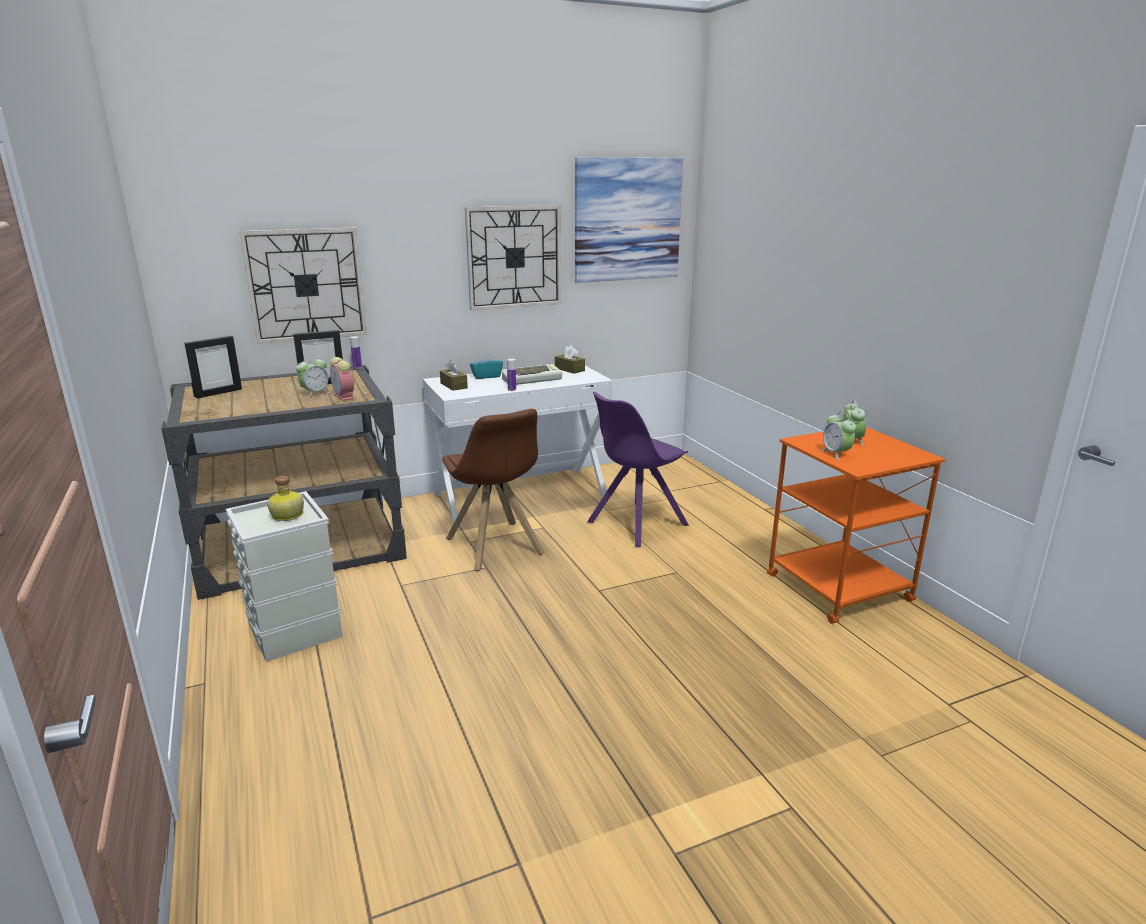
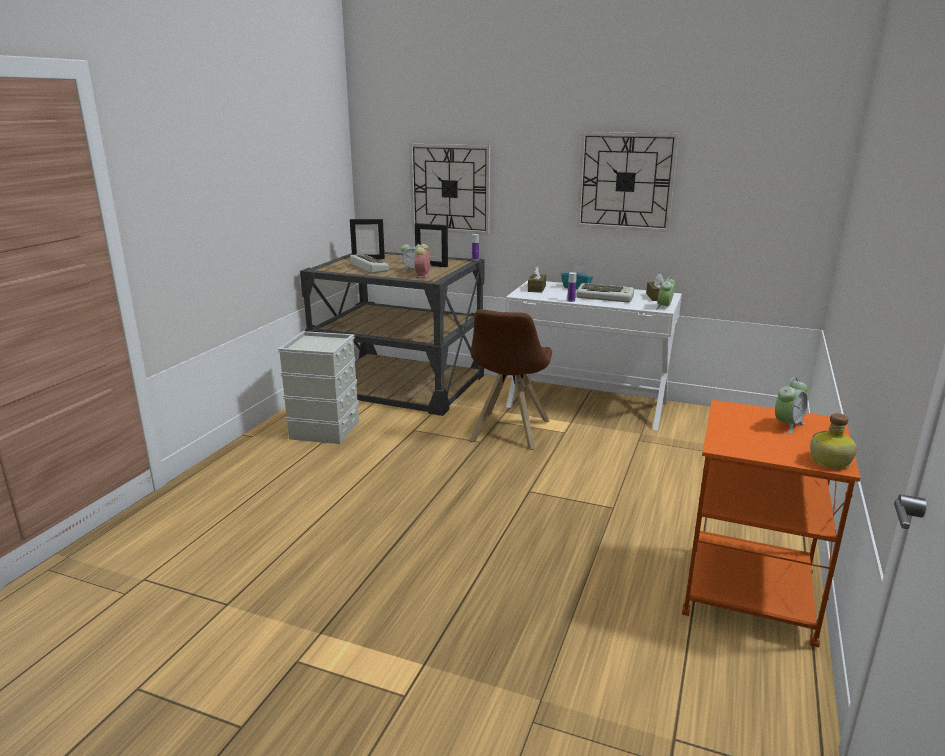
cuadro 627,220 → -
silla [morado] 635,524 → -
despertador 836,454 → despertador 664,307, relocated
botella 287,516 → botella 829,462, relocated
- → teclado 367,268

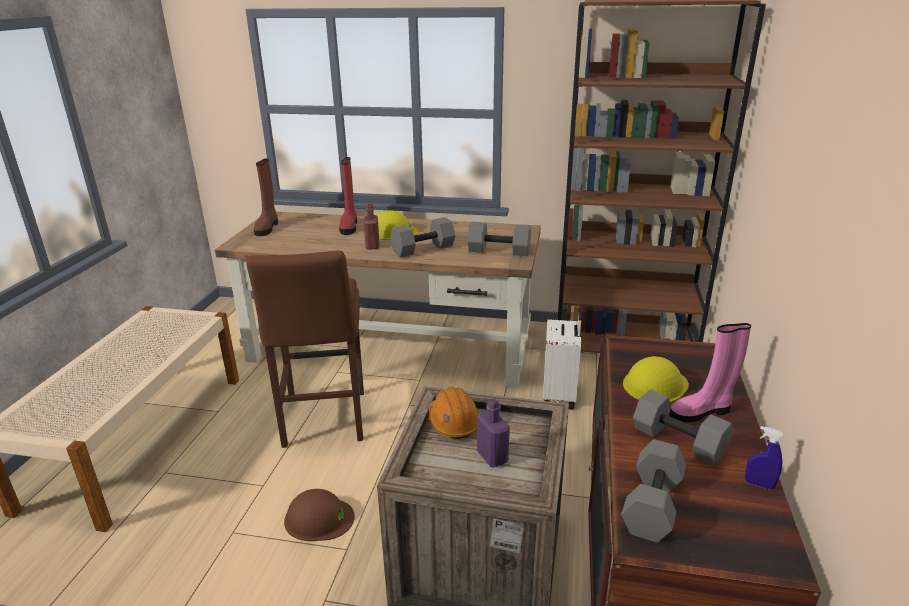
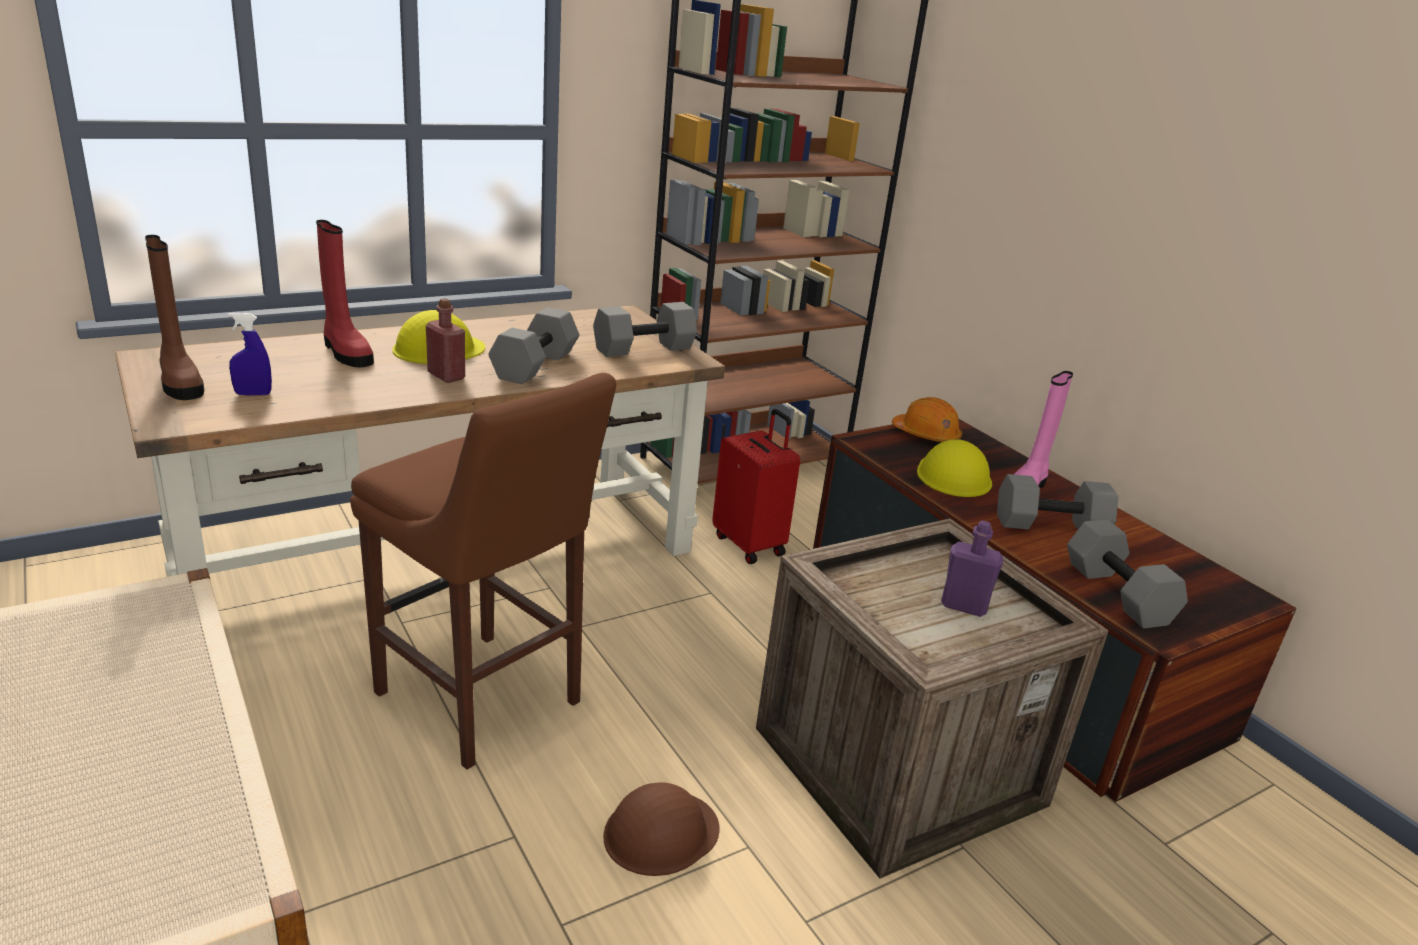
maleta [blanco] 560,396 → maleta [rojo] 750,544
casco [naranja] 454,422 → casco [naranja] 926,435, relocated
pulverizador [azul] 759,484 → pulverizador [azul] 253,394, relocated

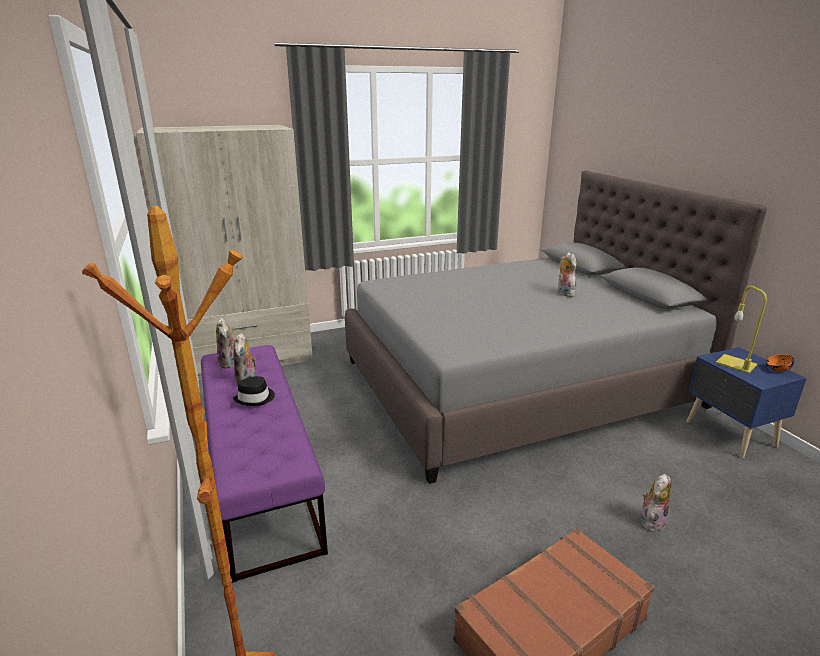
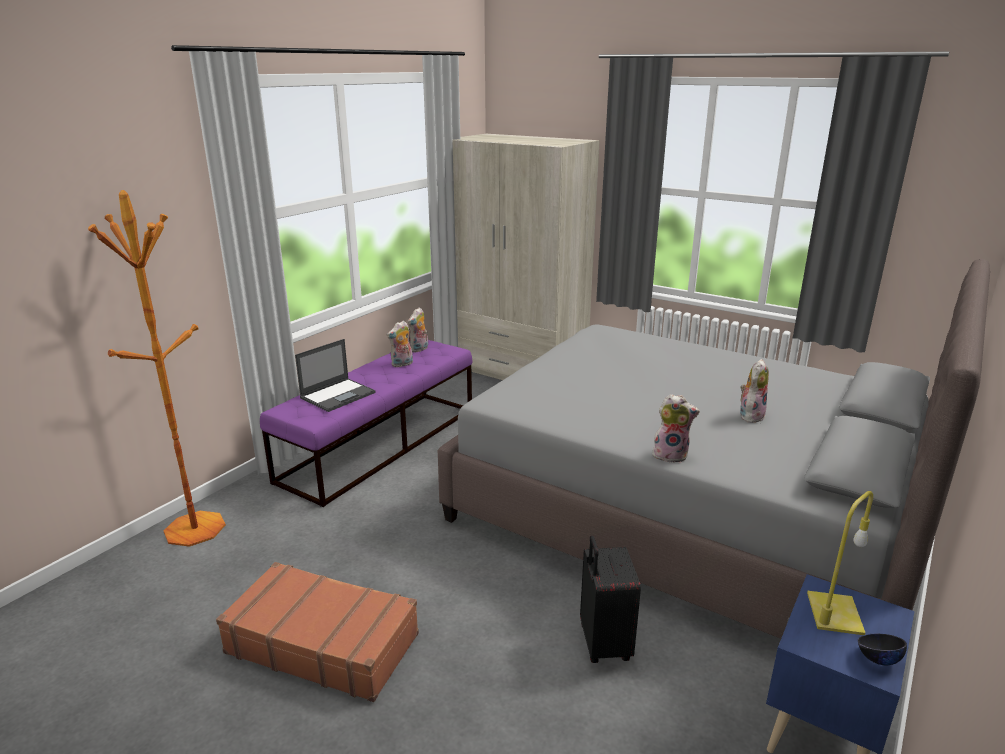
cuenco [naranja] 777,370 → cuenco [negro] 877,659
sombrero [negro] 255,398 → -
peluche 651,521 → peluche 671,455, relocated
- → portátil 338,395
- → maleta [negro] 603,644

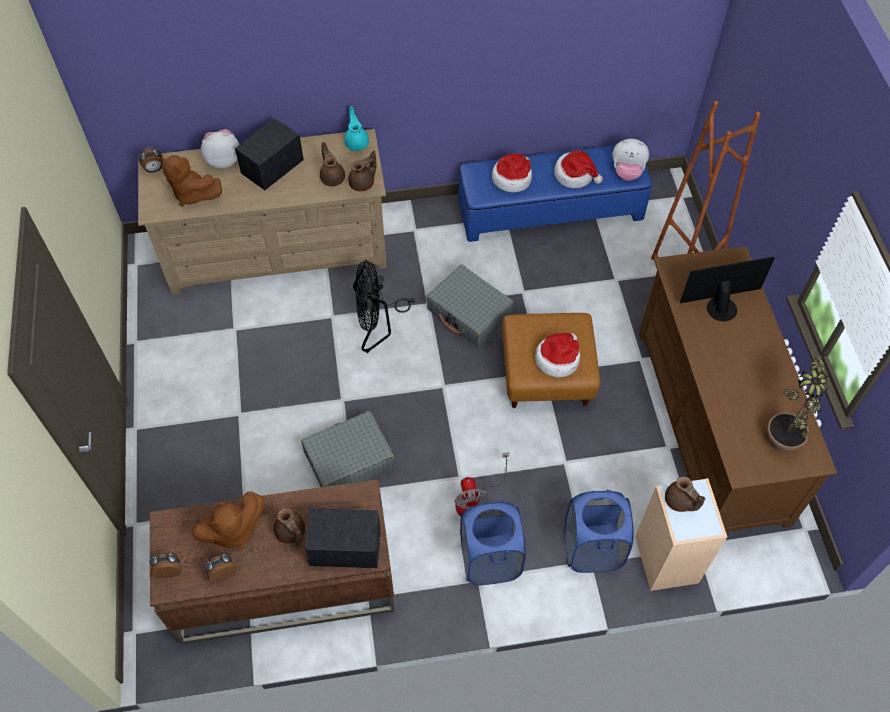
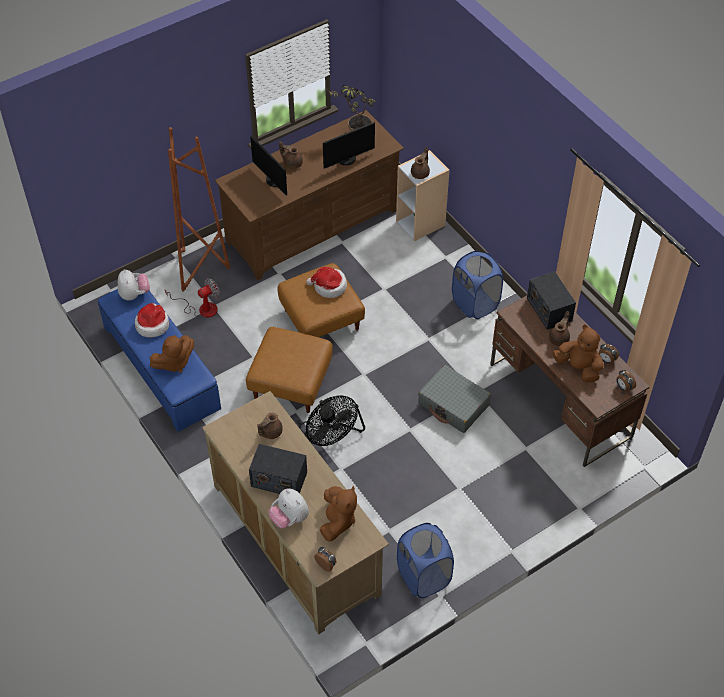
tetera [turquesa] 357,143 → -
tetera [marrón] 363,183 → tetera [marrón] 292,163, relocated
sombrero 512,178 → peluche [marrón] 174,363
maleta [gris] 469,313 → puf [marrón] 290,382
ventilador 475,499 → ventilador 201,308, relocated
cesto de la ropa [azul] 592,549 → cesto de la ropa [azul] 423,576, relocated
- → monitor 347,159

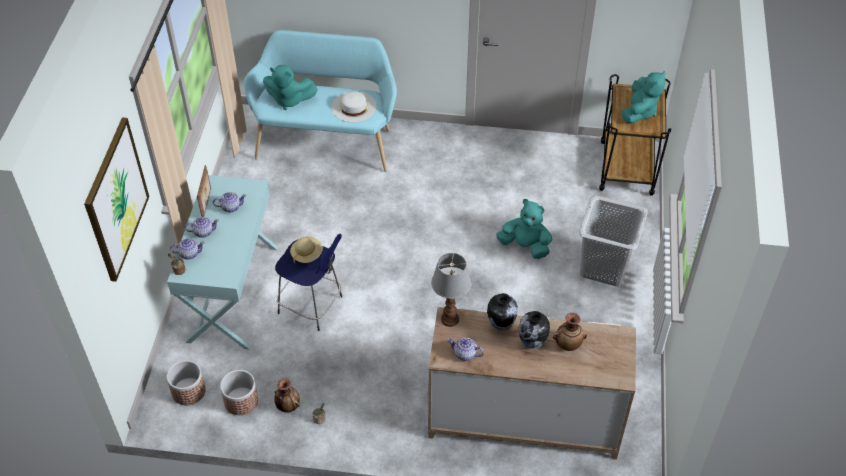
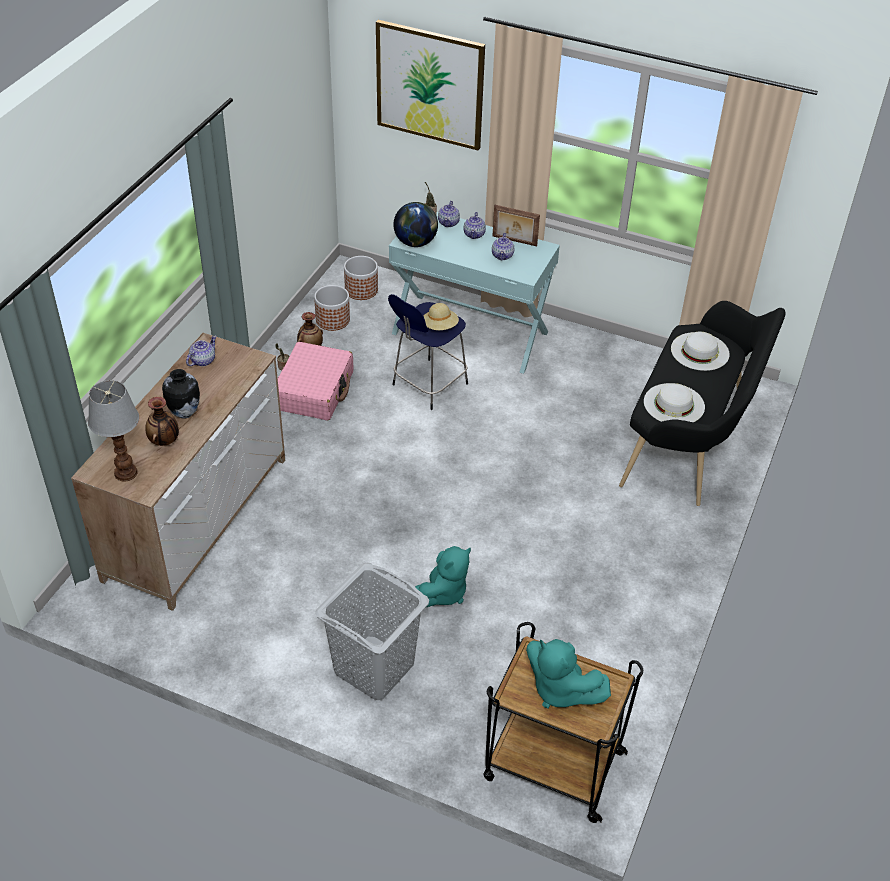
banco [turquesa] 326,140 → banco [negro] 691,443
peluche [turquesa] 289,100 → sombrero [blanco] 700,351
lámpara de mesa 450,319 → lámpara de mesa 126,473, relocated
florero 501,325 → -
- → globo terráqueo 416,242
- → maleta [rosa] 314,391

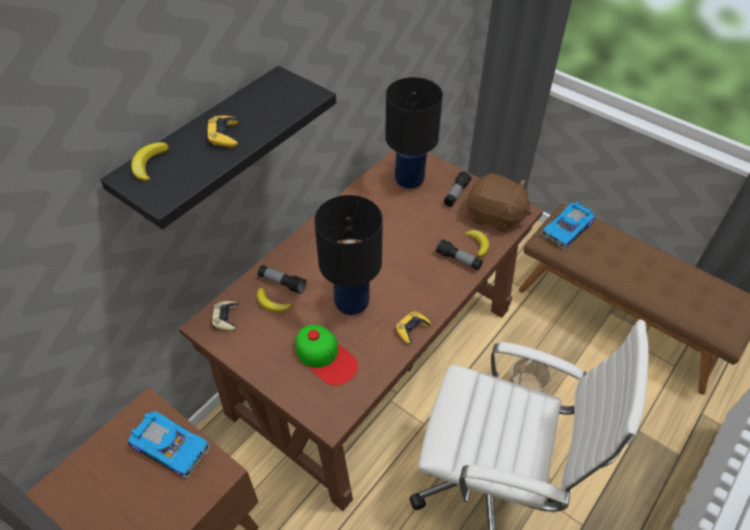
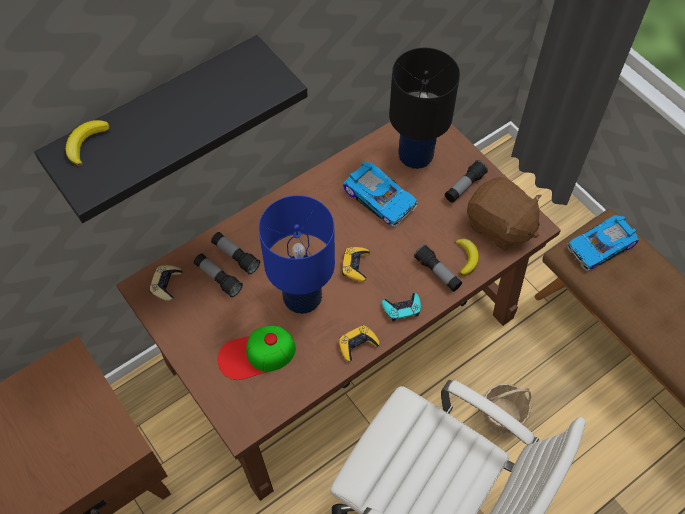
mando de consola [amarillo] 224,135 → mando de consola [amarillo] 355,265, relocated
lámpara de mesa [negro] 352,304 → lámpara de mesa [azul] 302,300
plátano 272,303 → linterna 218,278
gorra 325,357 → gorra 256,354, 105 degrees clockwise
coche de juguete 171,445 → coche de juguete 380,197, relocated
- → mando de consola [turquesa] 402,308

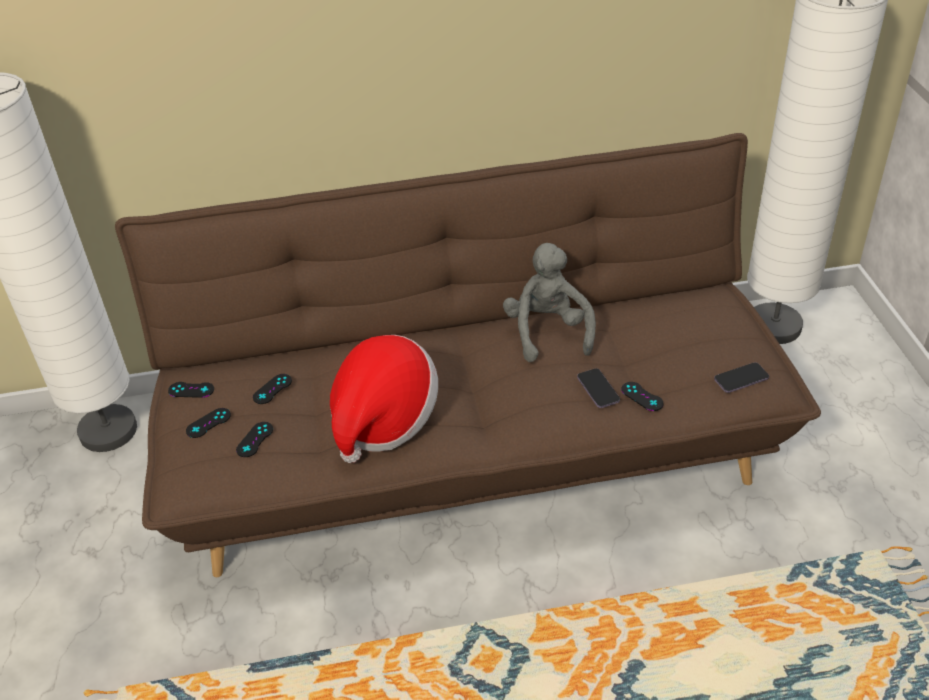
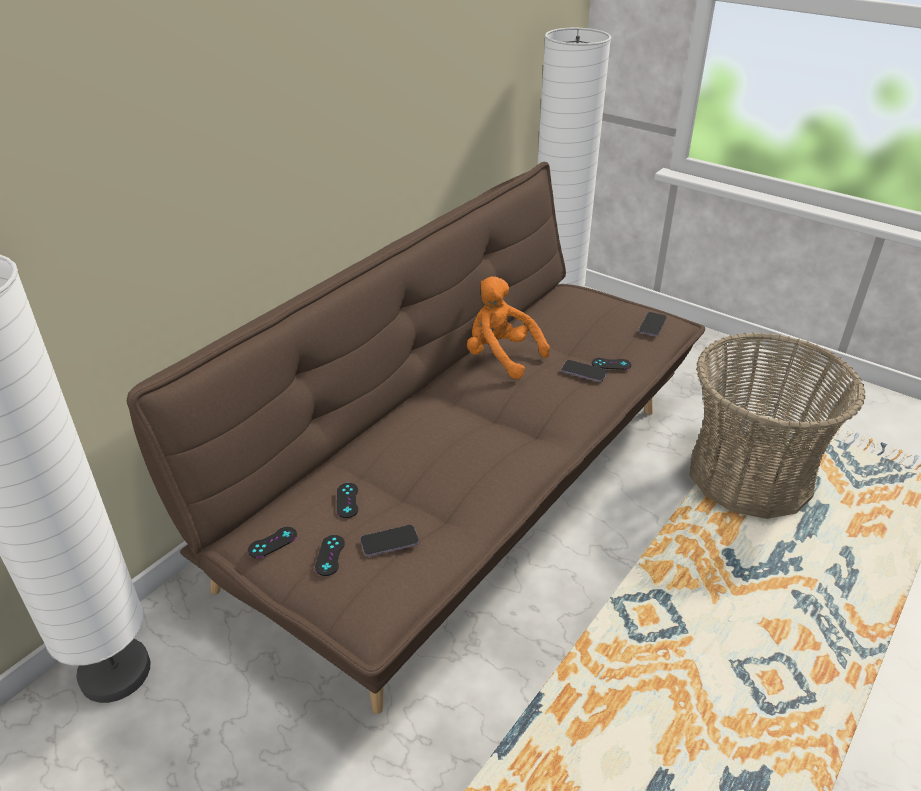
peluche [gris] 548,332 → peluche [naranja] 501,356
sombrero 383,419 → -
mando de consola [negro] 255,439 → móvil 389,542
- → cesta 750,476

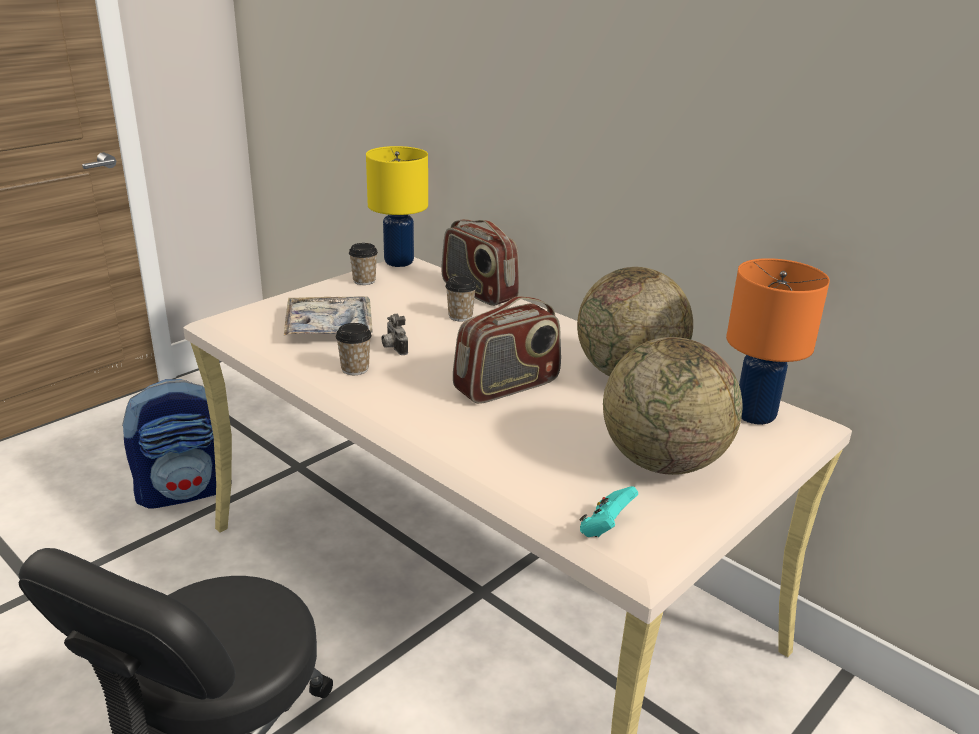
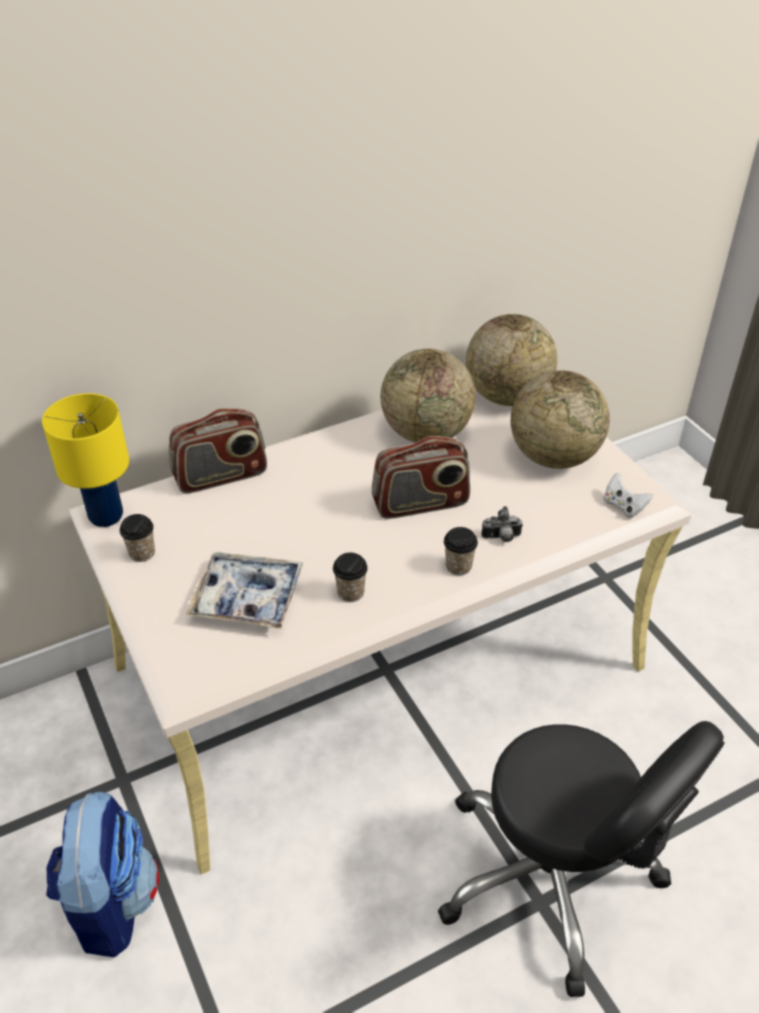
lámpara de mesa [naranja] 752,416 → globo terráqueo 507,396
taza 460,316 → taza 458,566, relocated
radio 507,386 → radio 420,504, 90 degrees clockwise
cámara 393,348 → cámara 501,538, relocated
mando de consola [turquesa] 605,528 → mando de consola [blanco] 623,506

